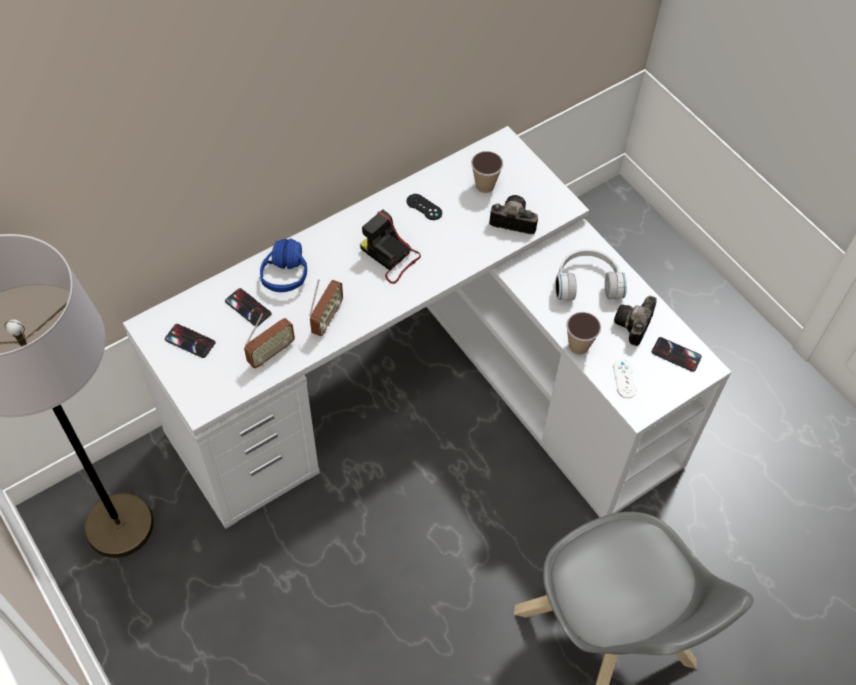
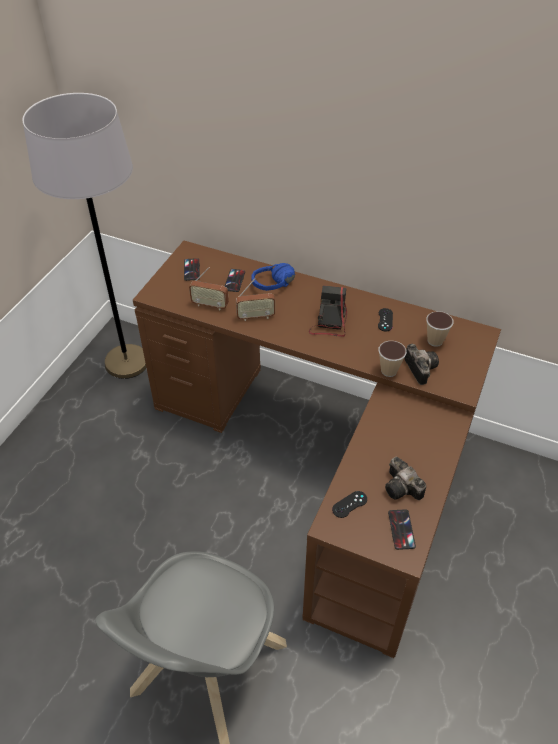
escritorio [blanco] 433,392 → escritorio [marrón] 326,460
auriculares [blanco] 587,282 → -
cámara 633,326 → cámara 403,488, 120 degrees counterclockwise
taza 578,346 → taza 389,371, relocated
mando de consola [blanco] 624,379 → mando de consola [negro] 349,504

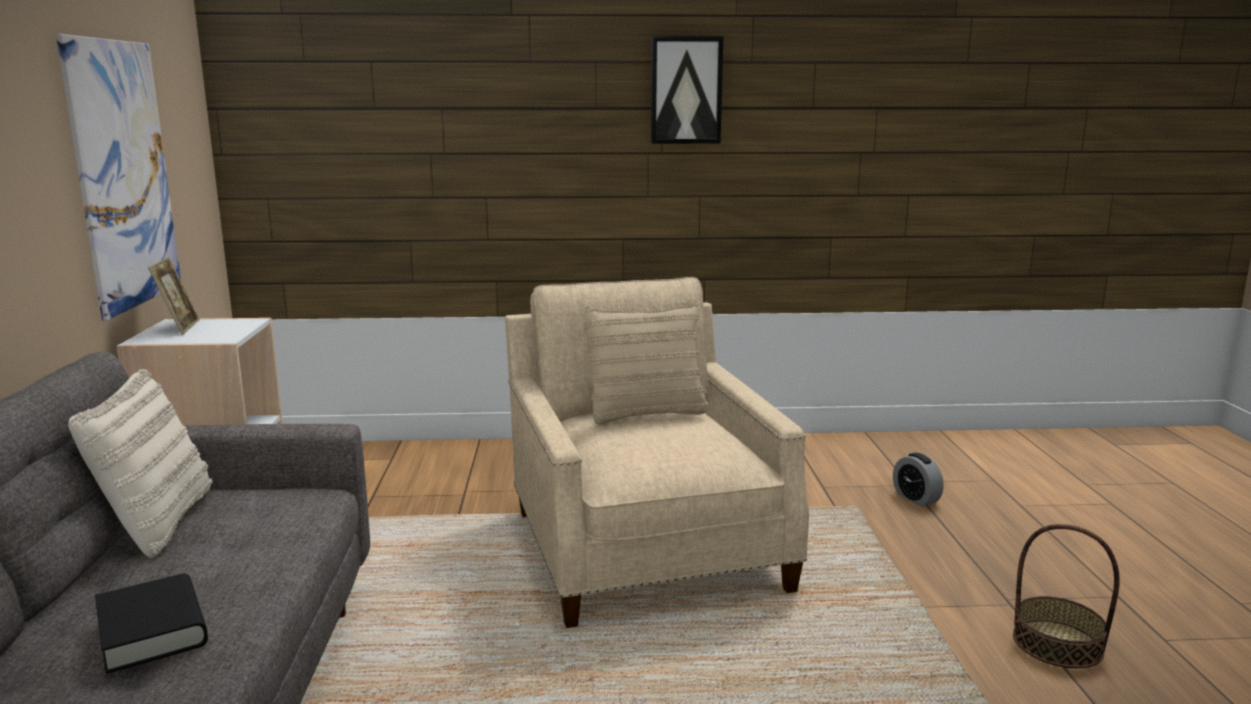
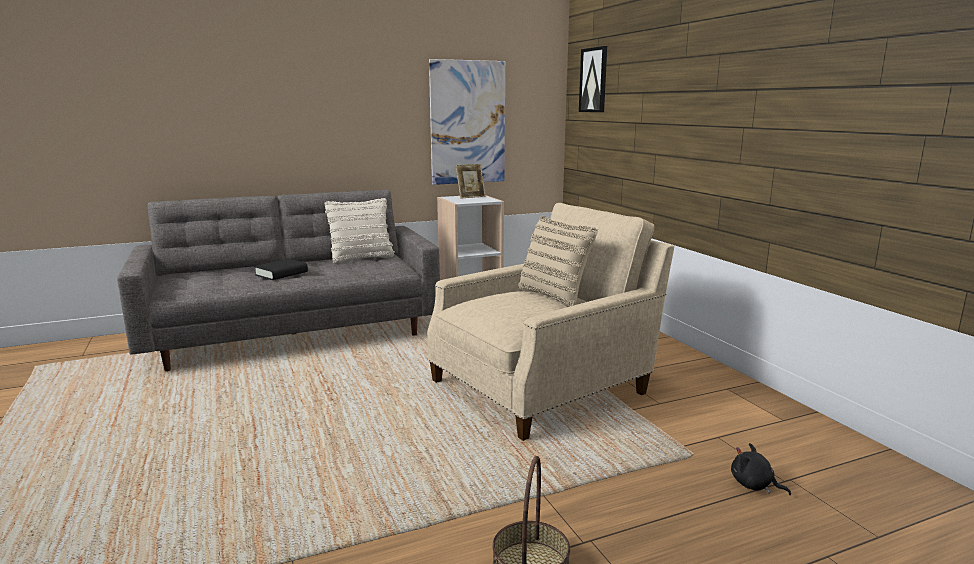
cuadro 686,90 → cuadro 594,80, relocated
despertador 915,498 → peluche [negro] 754,485

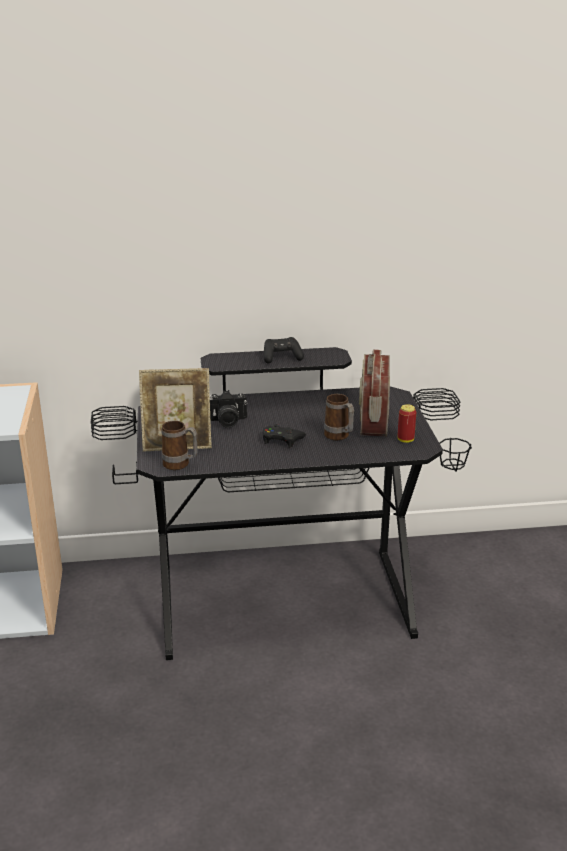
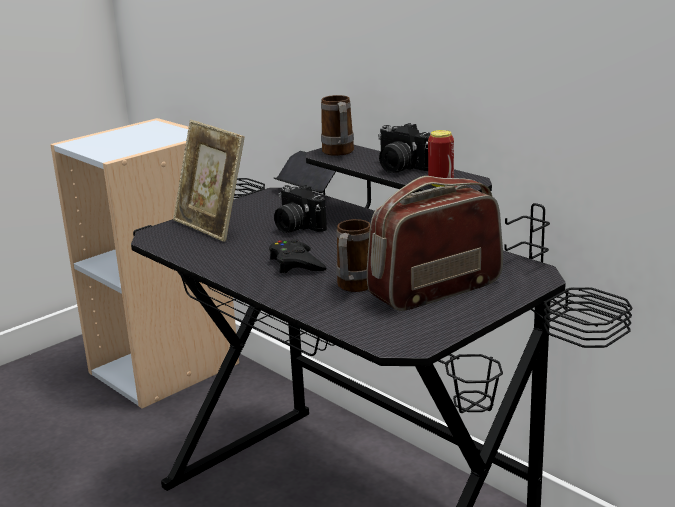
mando de consola [negro] 282,358 → cámara 400,168
lata 405,440 → lata 441,185, relocated
taza grande 180,465 → taza grande 339,153, relocated

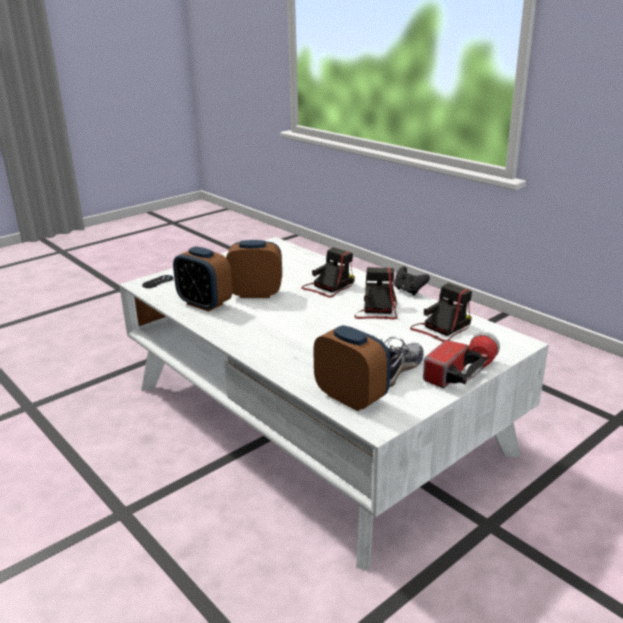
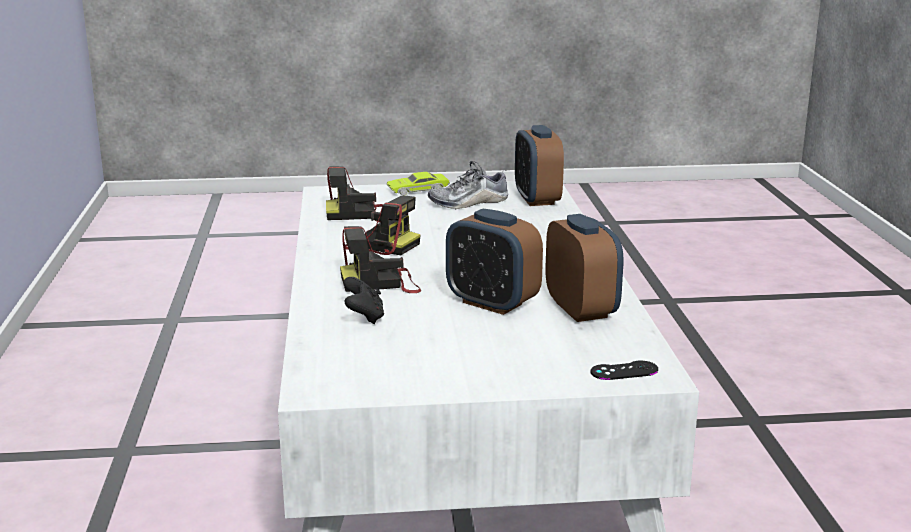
cámara 377,309 → cámara 381,245, 105 degrees counterclockwise
mando de consola [negro] 409,291 → mando de consola [negro] 364,317, relocated
linterna 461,372 → coche de juguete [verde] 418,190

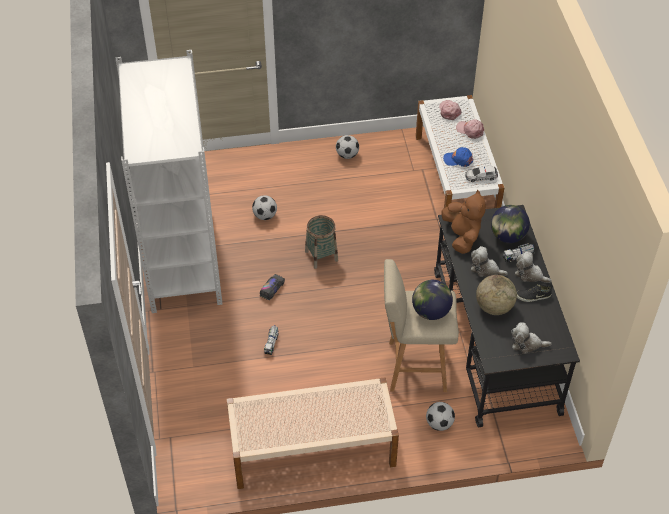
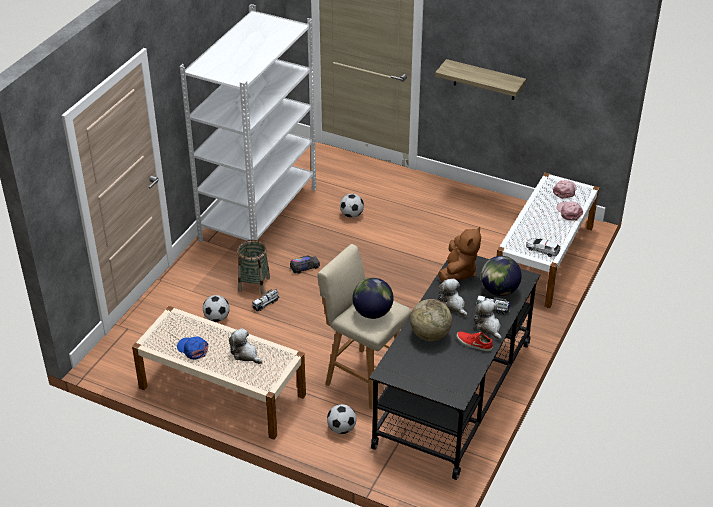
balón de fútbol 347,155 → balón de fútbol 217,318, relocated
gorra [azul] 458,159 → gorra [azul] 193,349, relocated
cesta 321,256 → cesta 254,284, relocated
zapato [negro] 533,296 → zapato [rojo] 473,344
peluche 527,344 → peluche 245,354, relocated
- → estante 484,80

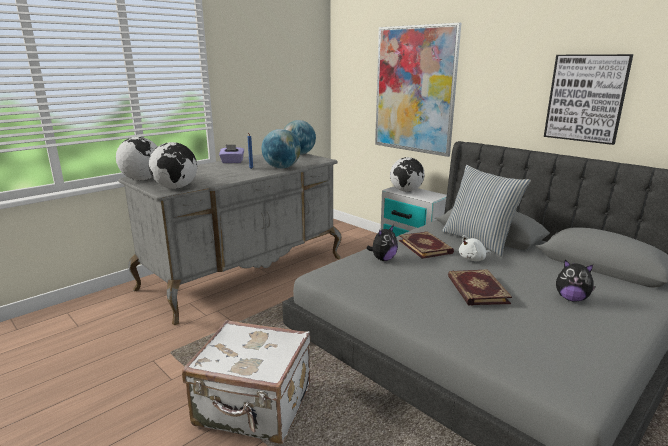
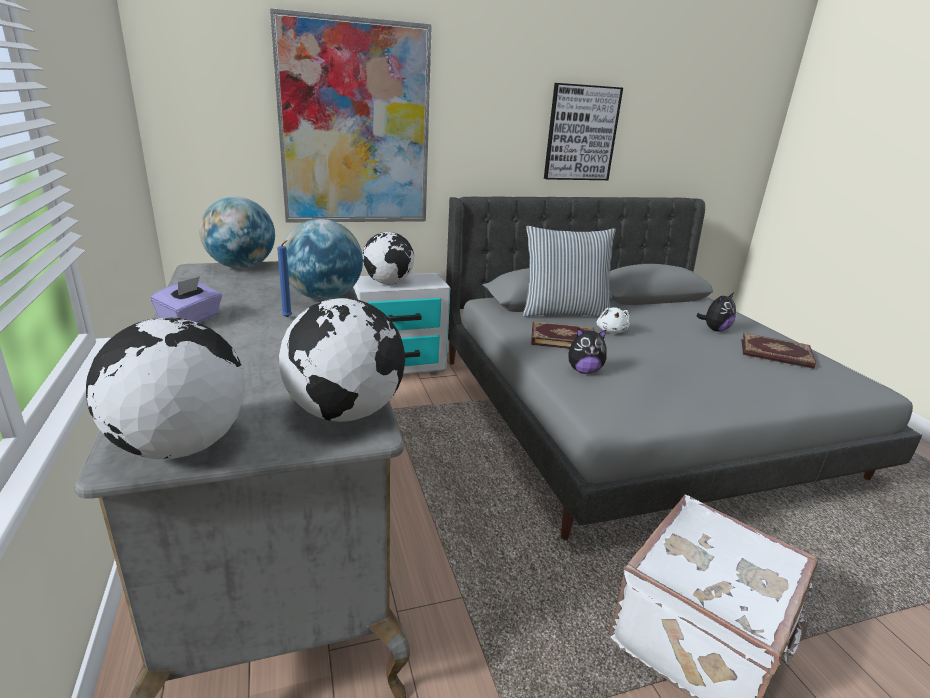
peluche 383,259 → peluche 584,371, 105 degrees clockwise
libro 476,290 → libro 775,354, relocated

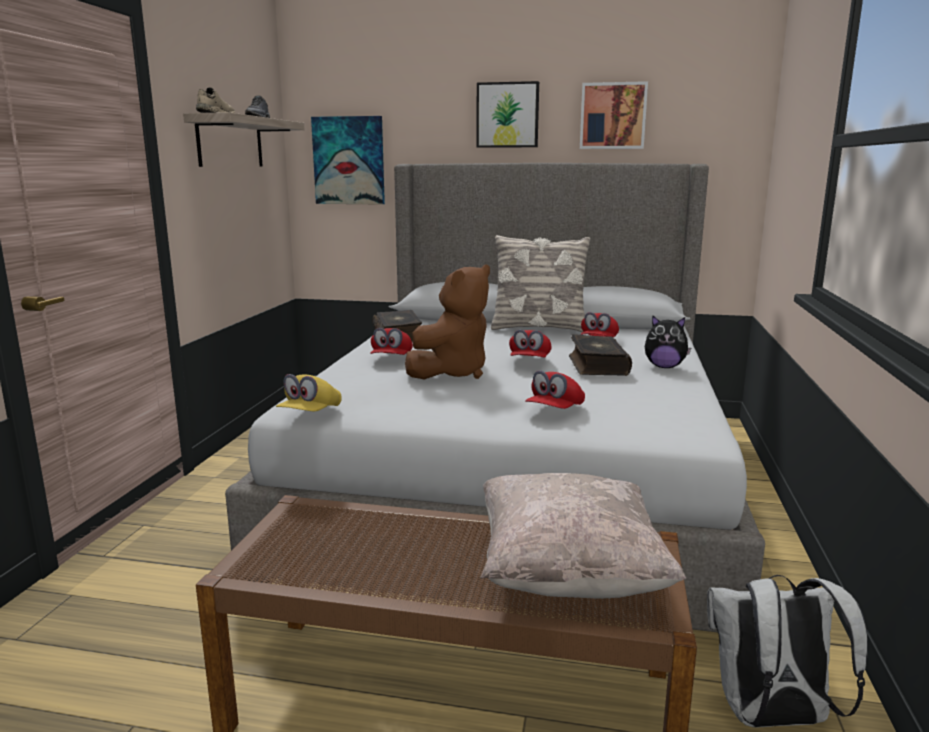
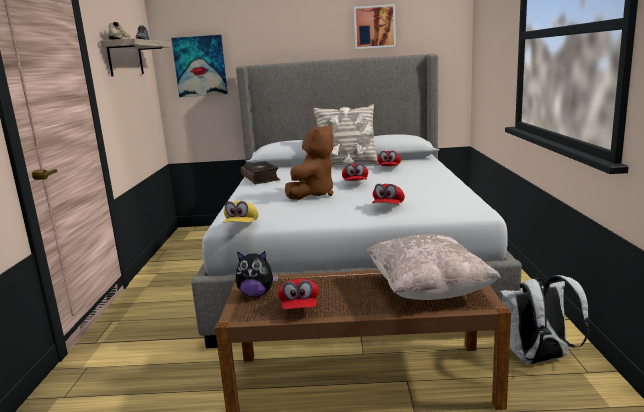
cuadro 507,115 → -
peluche 664,367 → peluche 256,294, relocated
gorra [rojo] 391,359 → gorra [rojo] 299,308, relocated
libro 596,365 → -

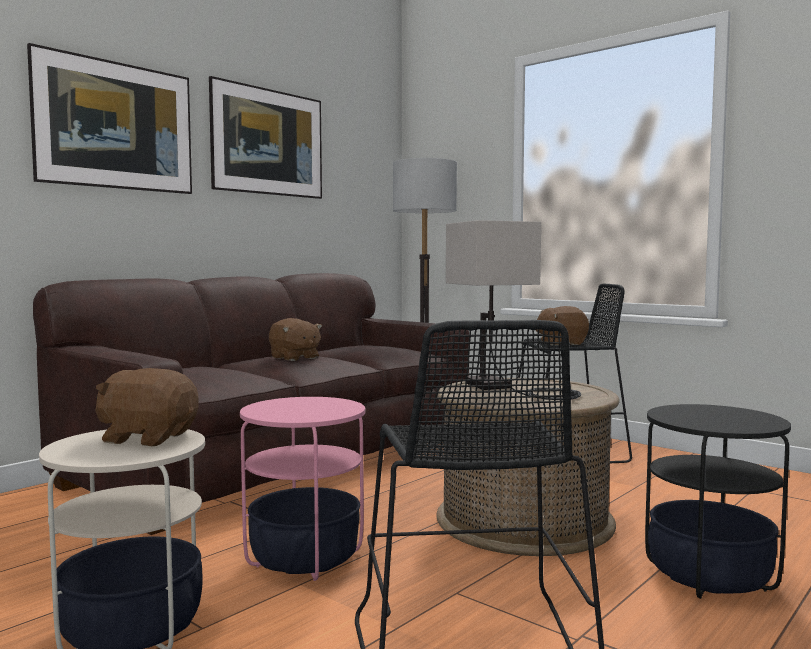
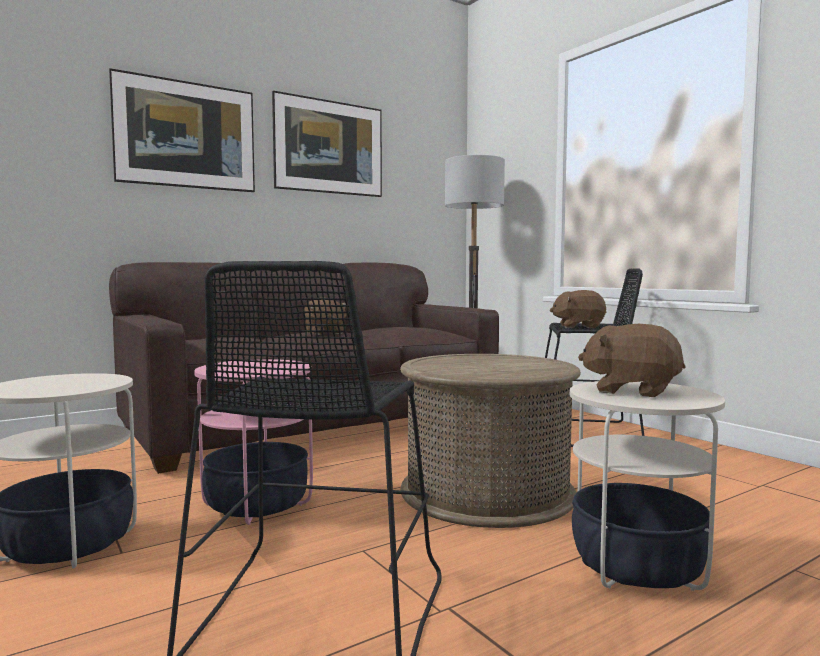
lámpara de mesa 513,389 → -
peluche [marrón] 148,438 → peluche [marrón] 631,390, relocated
mesa auxiliar [negro] 710,578 → mesa auxiliar [beis] 638,569

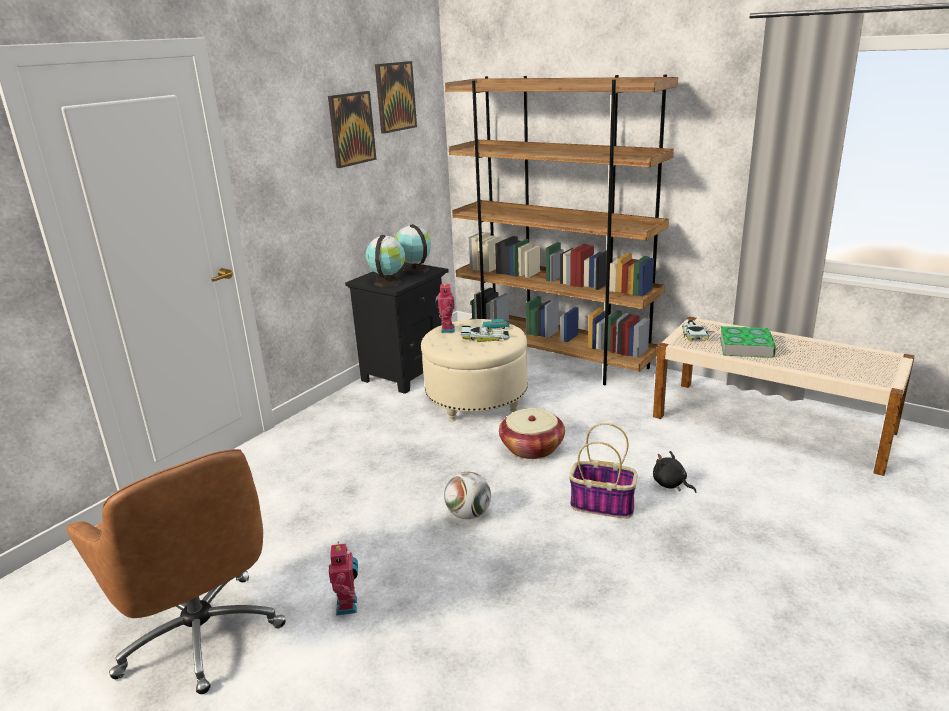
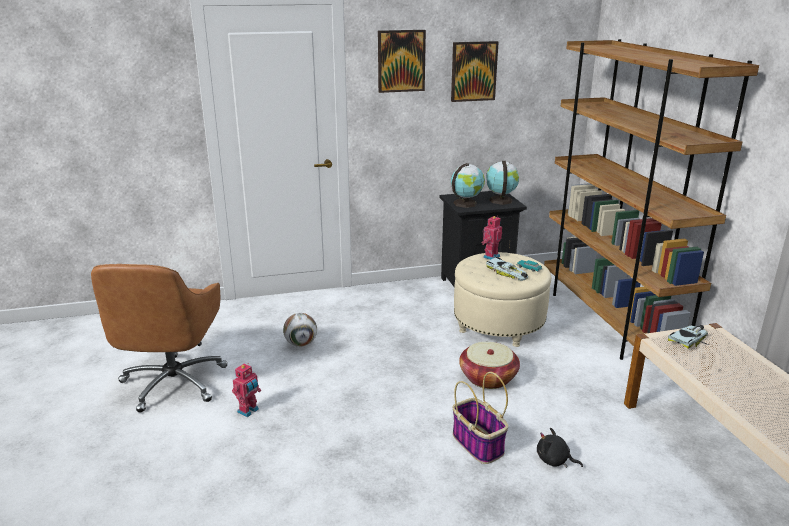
cuadro 395,97 → cuadro 401,61, relocated
libro 746,347 → -
peluche [negro] 671,484 → peluche [negro] 554,461, 60 degrees counterclockwise
balón de fútbol 468,514 → balón de fútbol 301,344, relocated

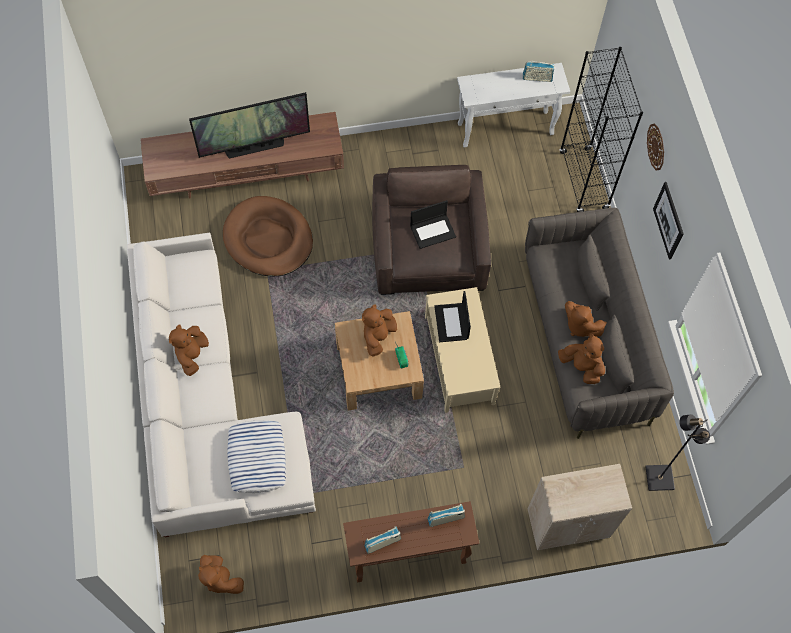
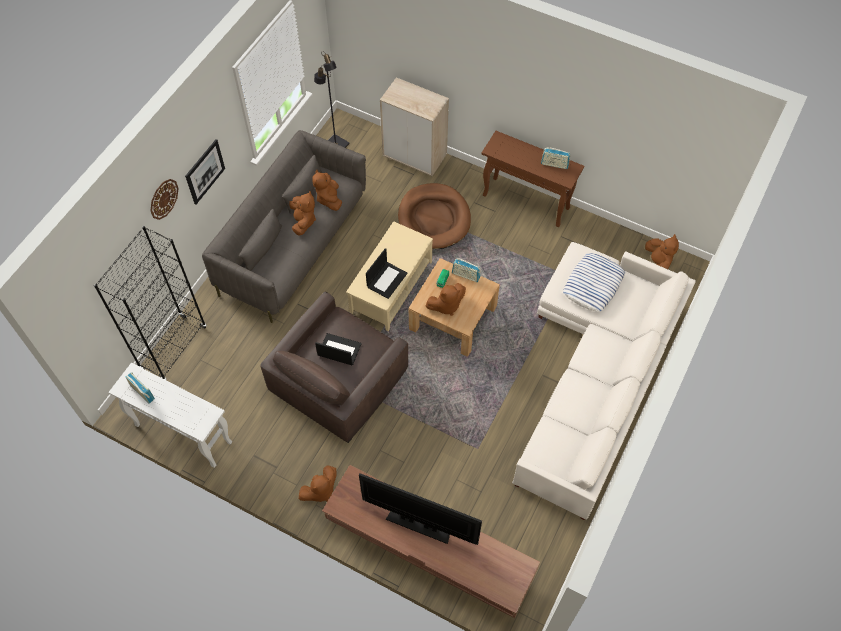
cama para perro [marrón] 268,239 → cama para perro [marrón] 434,218, relocated
peluche [marrón] 192,355 → peluche [marrón] 320,491, relocated
radio 445,518 → radio 466,275, relocated

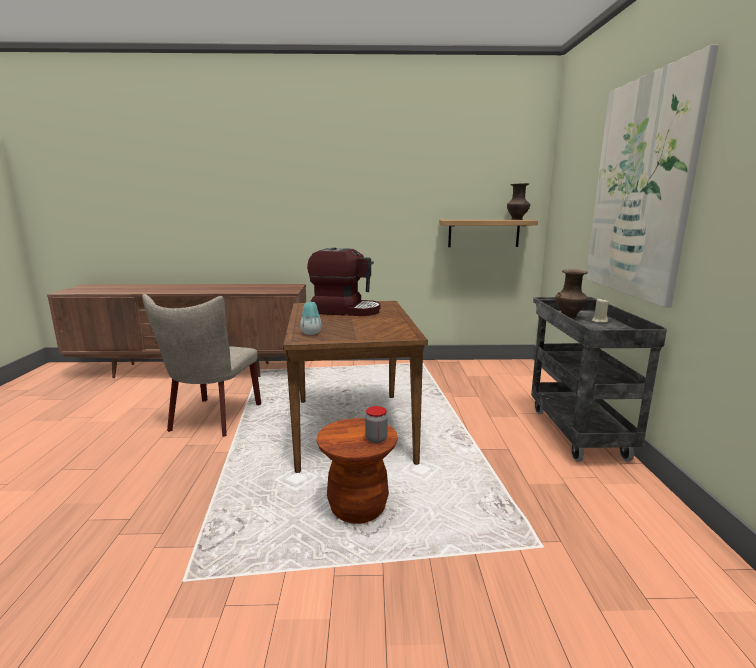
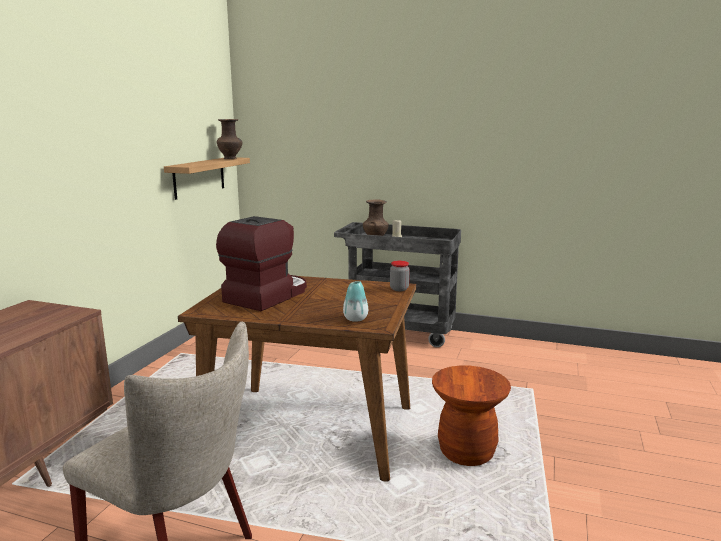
cuadro 640,188 → -
tarro 376,439 → tarro 399,289, relocated

